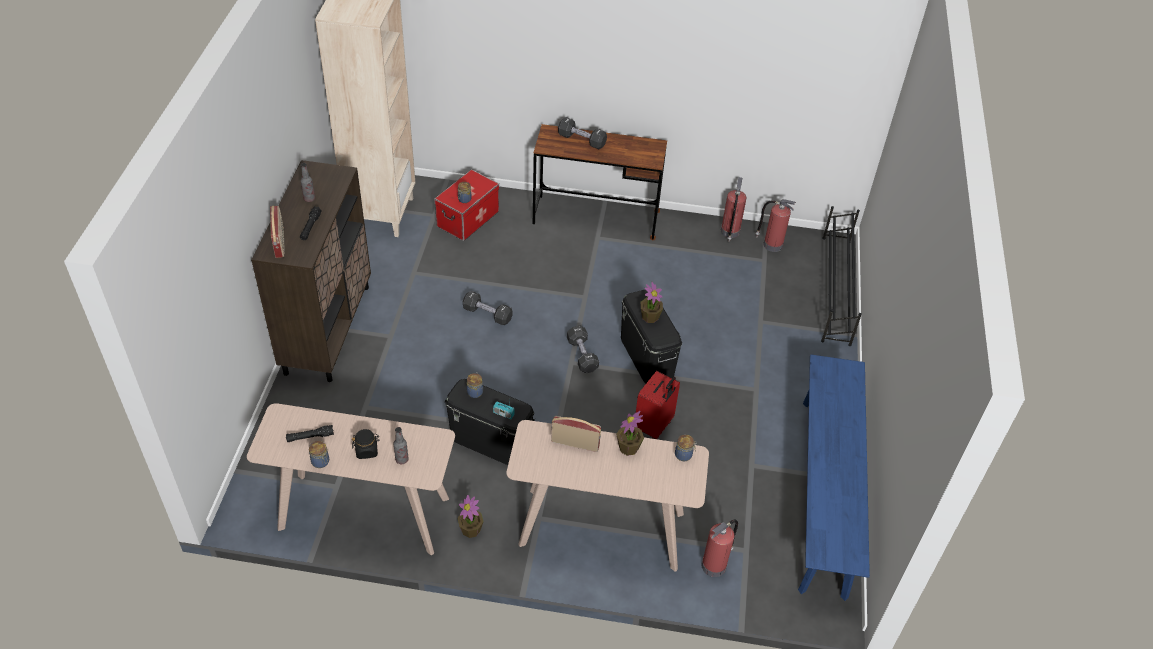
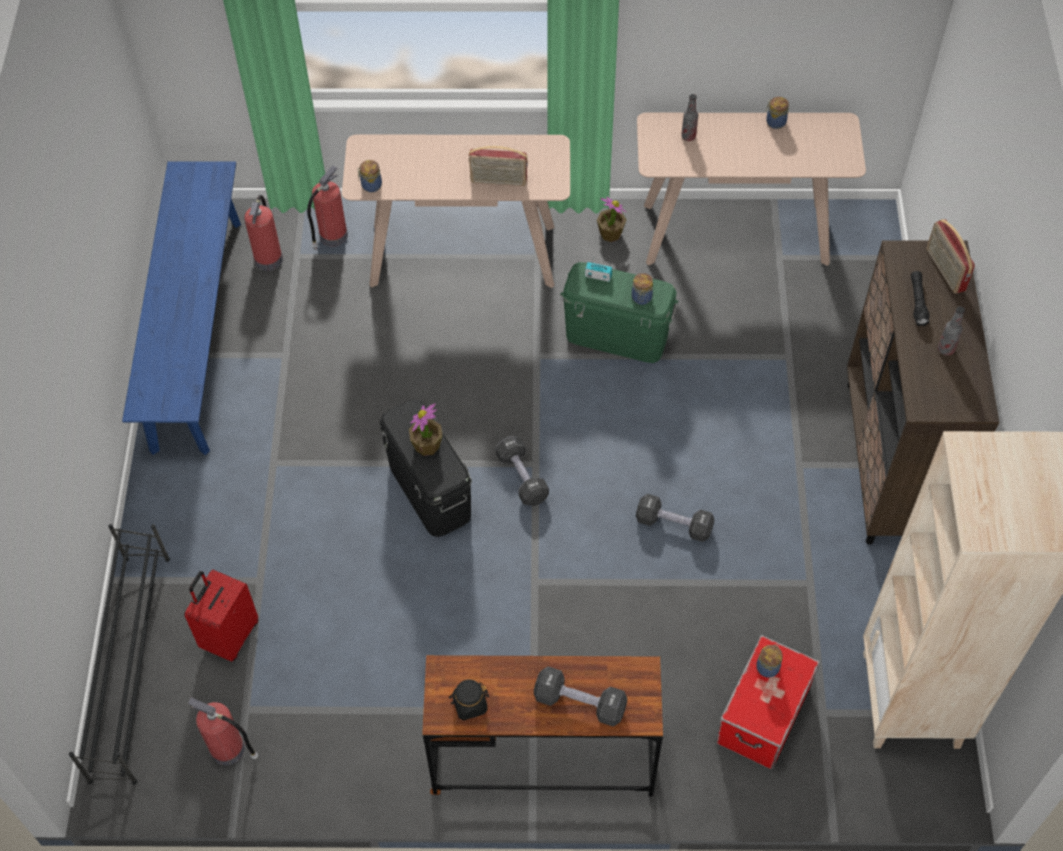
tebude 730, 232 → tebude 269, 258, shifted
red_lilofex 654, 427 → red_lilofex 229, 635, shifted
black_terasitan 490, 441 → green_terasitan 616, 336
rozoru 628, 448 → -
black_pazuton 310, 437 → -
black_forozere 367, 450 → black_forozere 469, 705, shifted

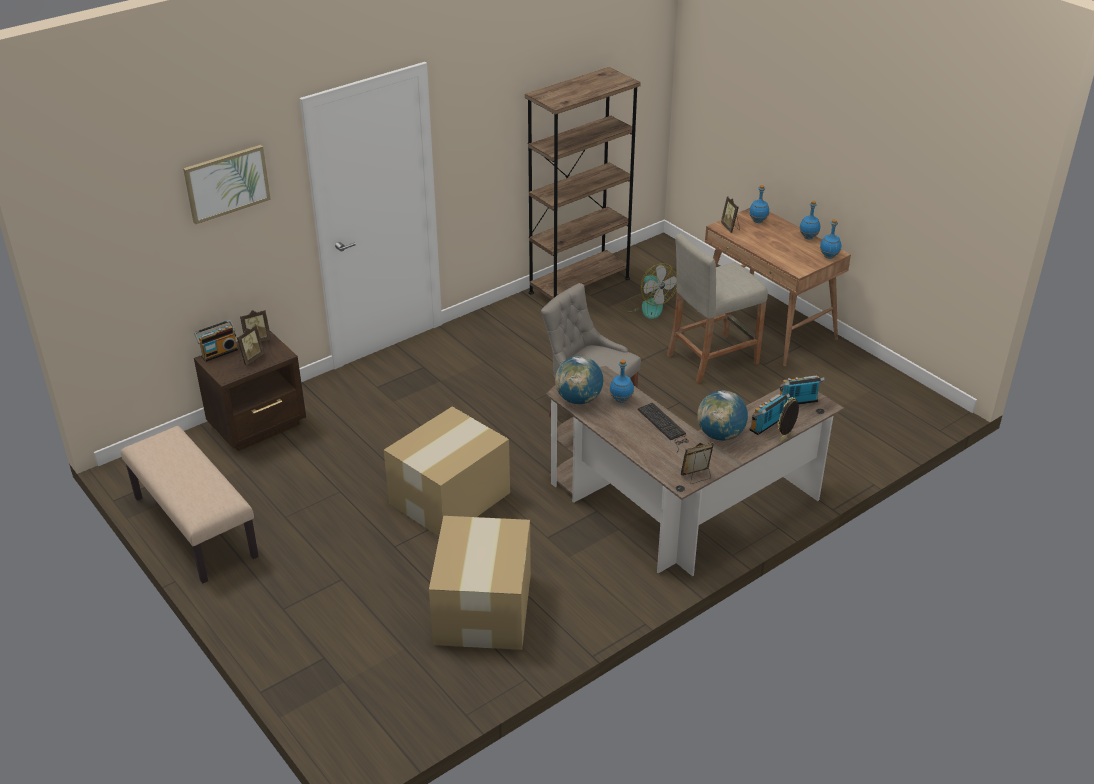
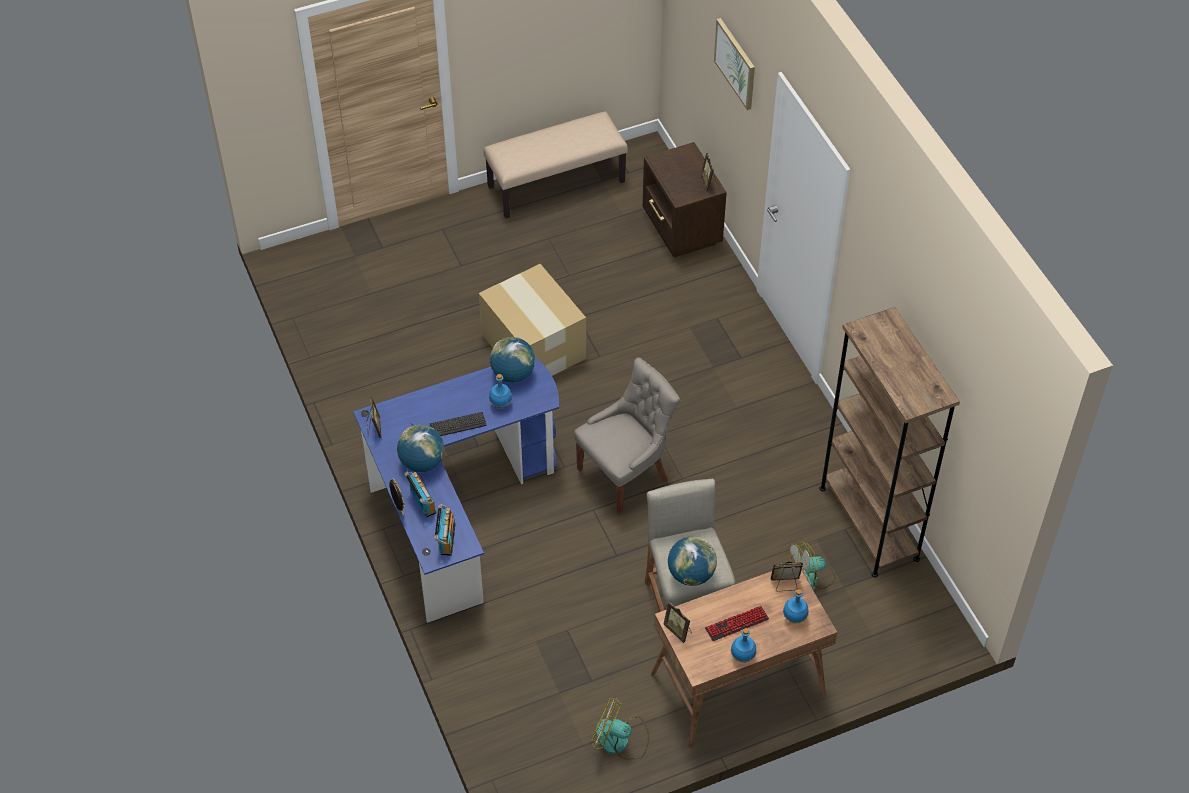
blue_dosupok 829, 256 → -
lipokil 219, 352 → -
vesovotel 250, 358 → vesovotel 678, 630, shifted
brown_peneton 678, 511 → blue_peneton 454, 506
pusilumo 484, 607 → -
- → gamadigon 691, 574
- → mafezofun 736, 624
- → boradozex 620, 740

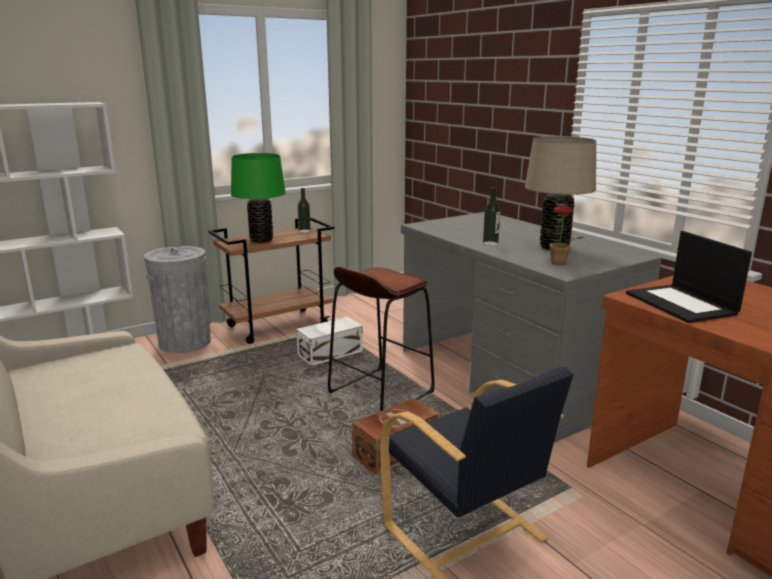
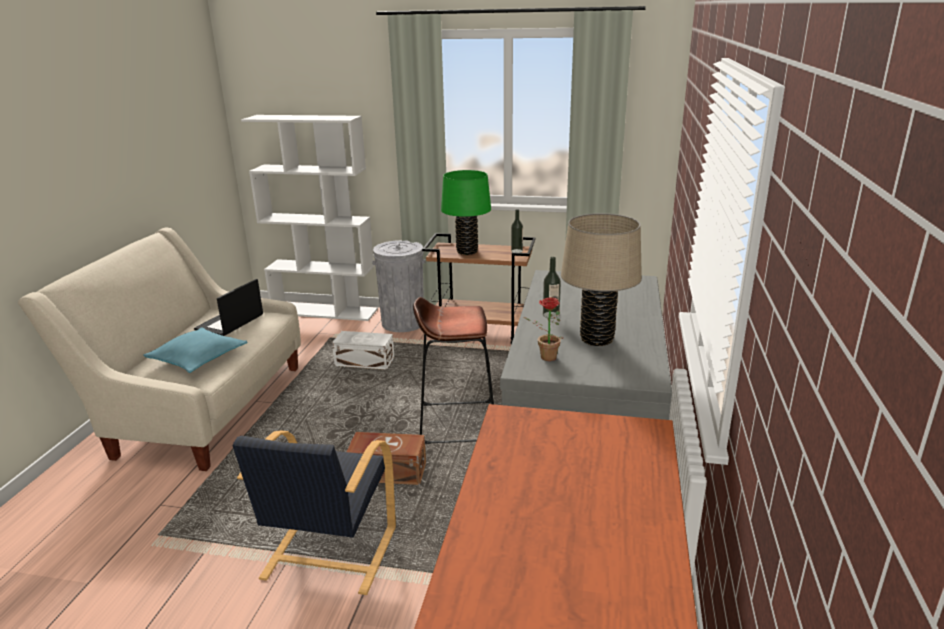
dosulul 682, 304 → dosulul 229, 322, shifted
white_terasitan 329, 354 → white_terasitan 364, 361, shifted
- → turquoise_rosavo 198, 358

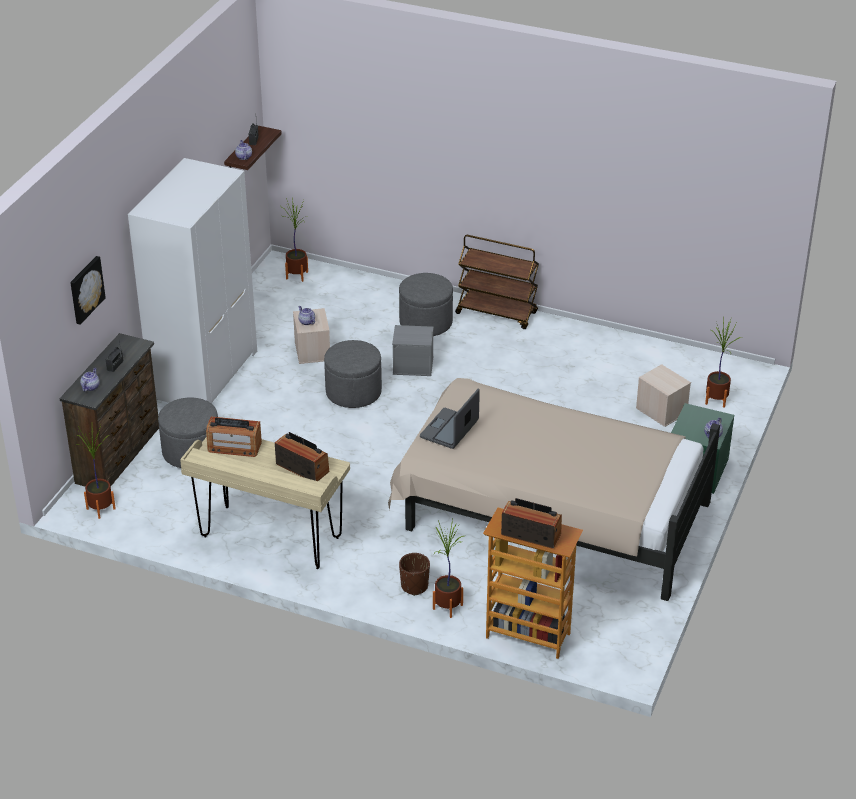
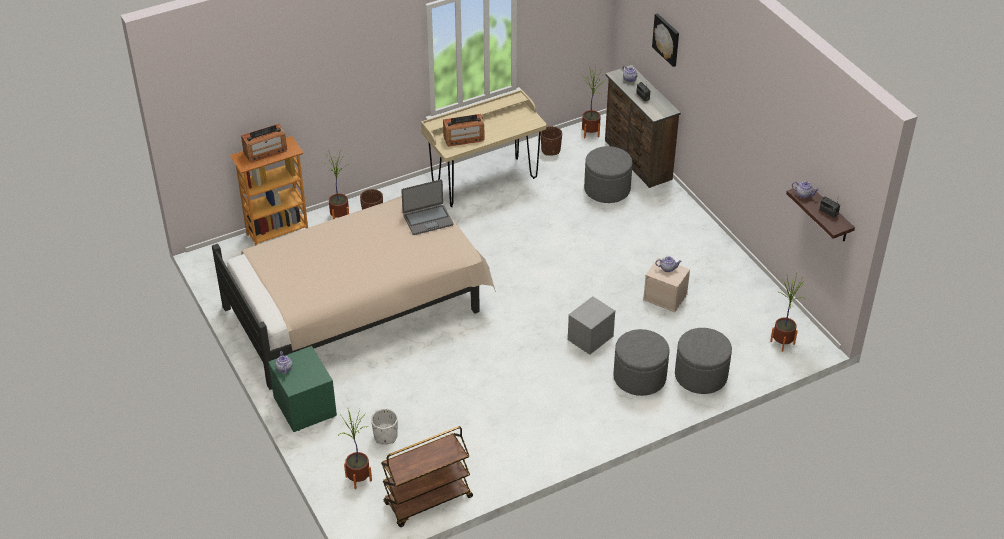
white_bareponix 204, 373 → -
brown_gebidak 497, 313 → brown_gebidak 428, 501, shifted
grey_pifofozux 353, 392 → grey_pifofozux 701, 375, shifted
beige_terasitan 660, 410 → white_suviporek 385, 436
dosulul 450, 429 → dosulul 428, 220, 90 degrees clockwise
lipokil 234, 447 → -
- → brown_suviporek 551, 150

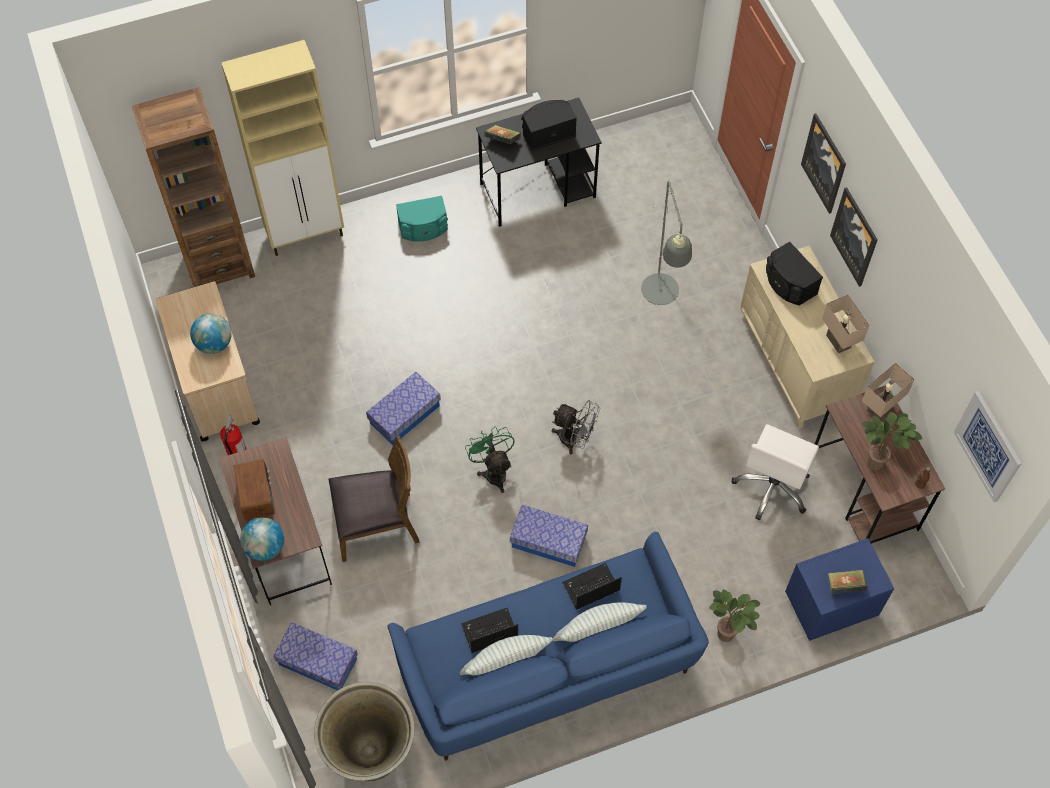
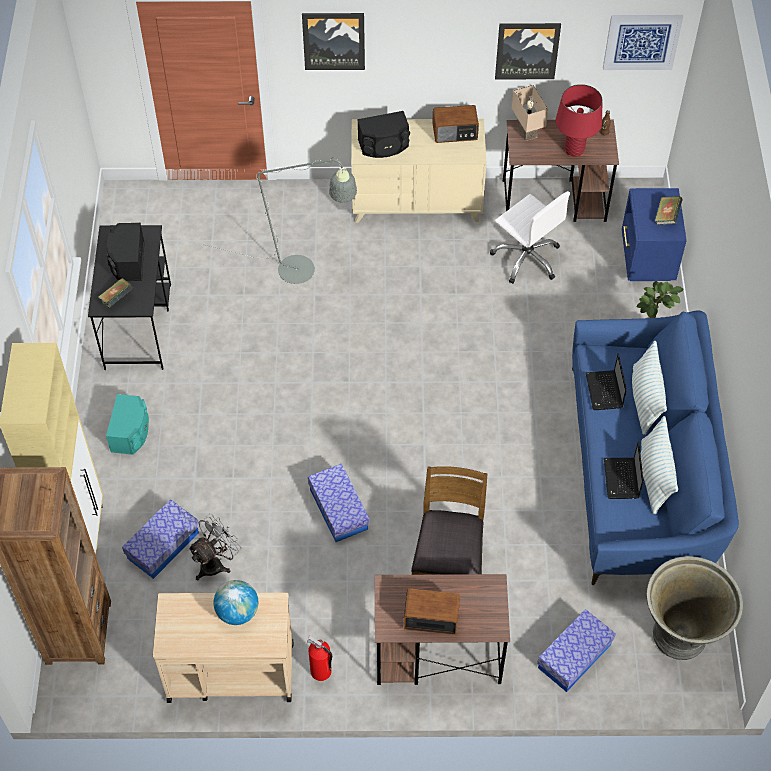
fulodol 855, 236 → fulodol 527, 50, shifted
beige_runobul 839, 341 → lipokil 455, 133
grey_boradozex 574, 440 → grey_boradozex 216, 563, shifted
rozoru 878, 461 → red_runobul 574, 150
green_boradozex 494, 471 → -
terasitan 548, 541 → terasitan 163, 545, shifted
gamadigon 265, 547 → -

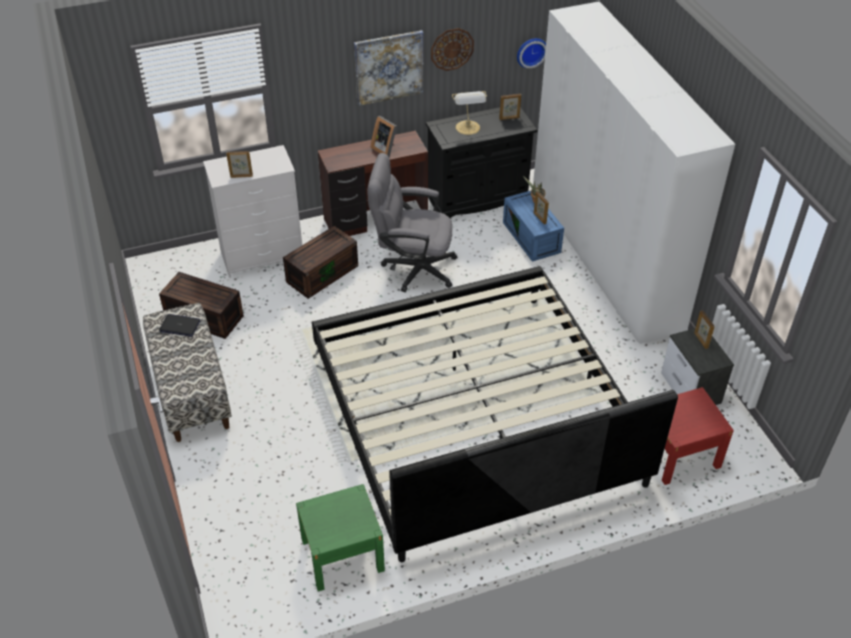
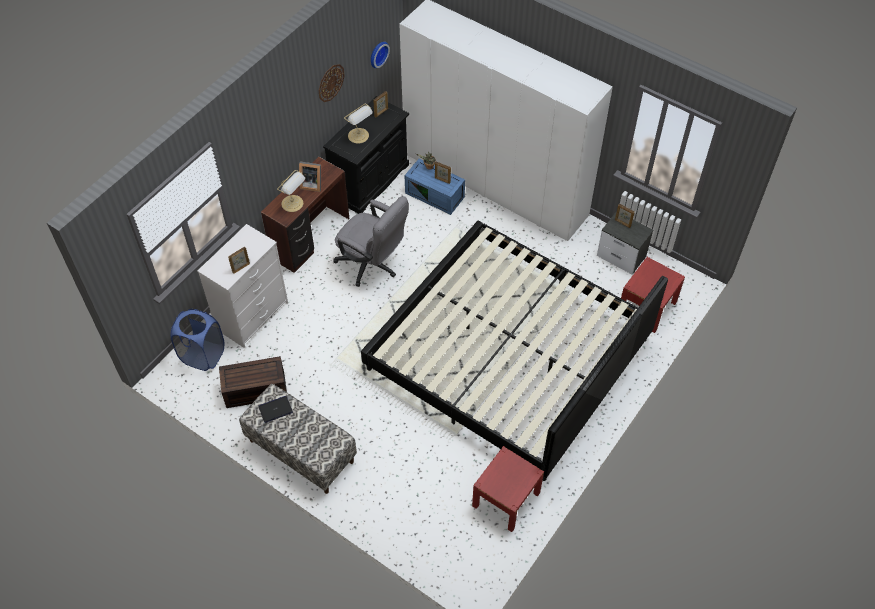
fulodol 389, 67 → -
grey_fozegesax 412, 268 → grey_fozegesax 372, 265, 120 degrees counterclockwise
brown_terasitan 322, 273 → -
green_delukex 342, 555 → red_delukex 506, 499
- → runobul 293, 204
- → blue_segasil 203, 355

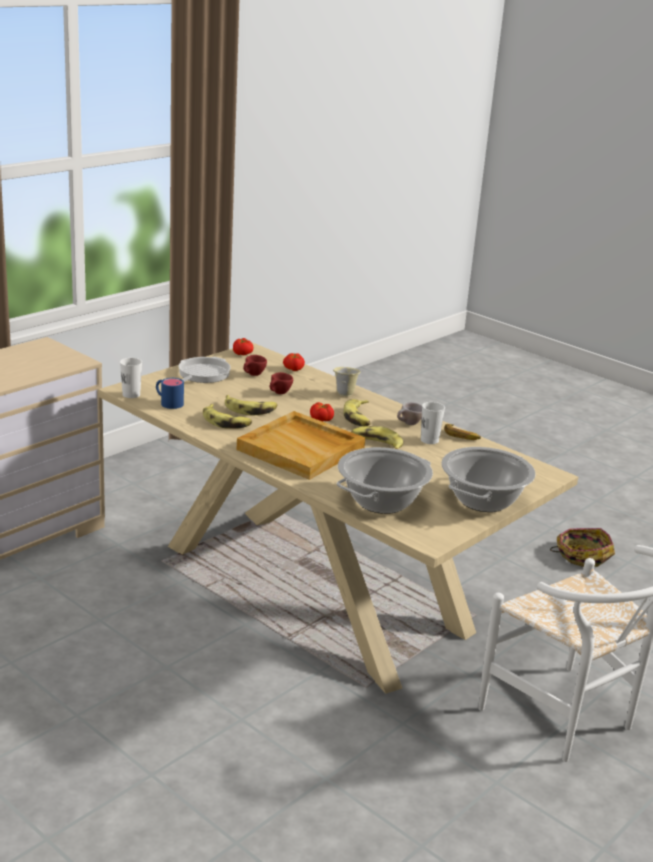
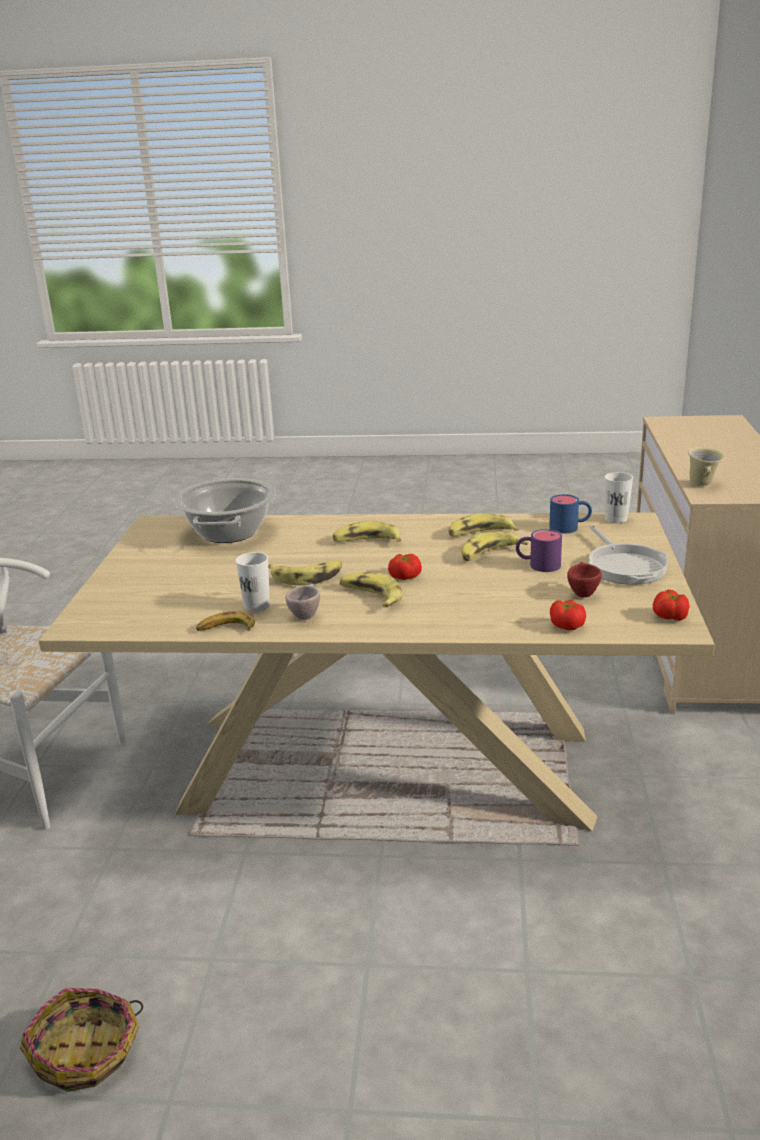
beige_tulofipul 345, 394 → beige_tulofipul 702, 485, shifted
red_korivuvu 279, 394 → -
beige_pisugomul 302, 449 → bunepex 367, 542
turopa 483, 500 → -
- → purple_tulofipul 537, 565

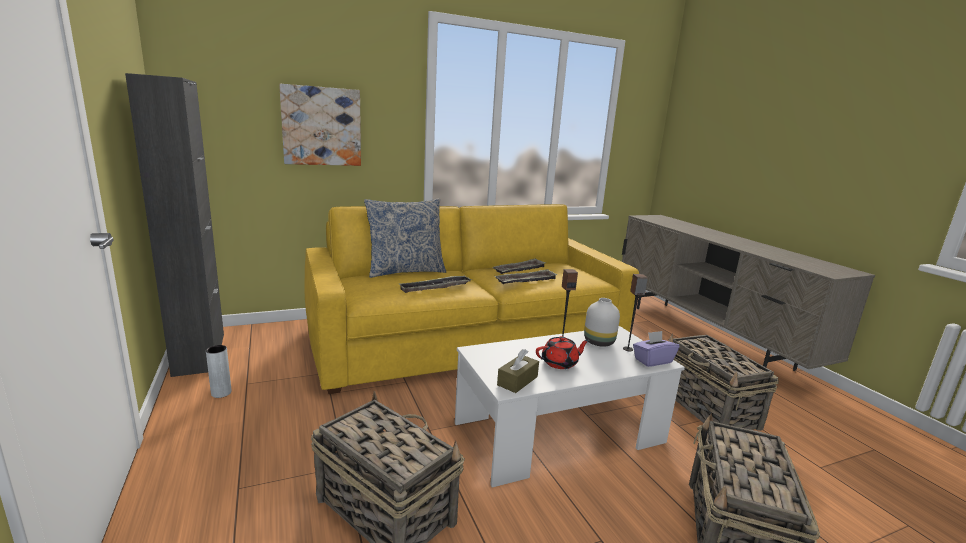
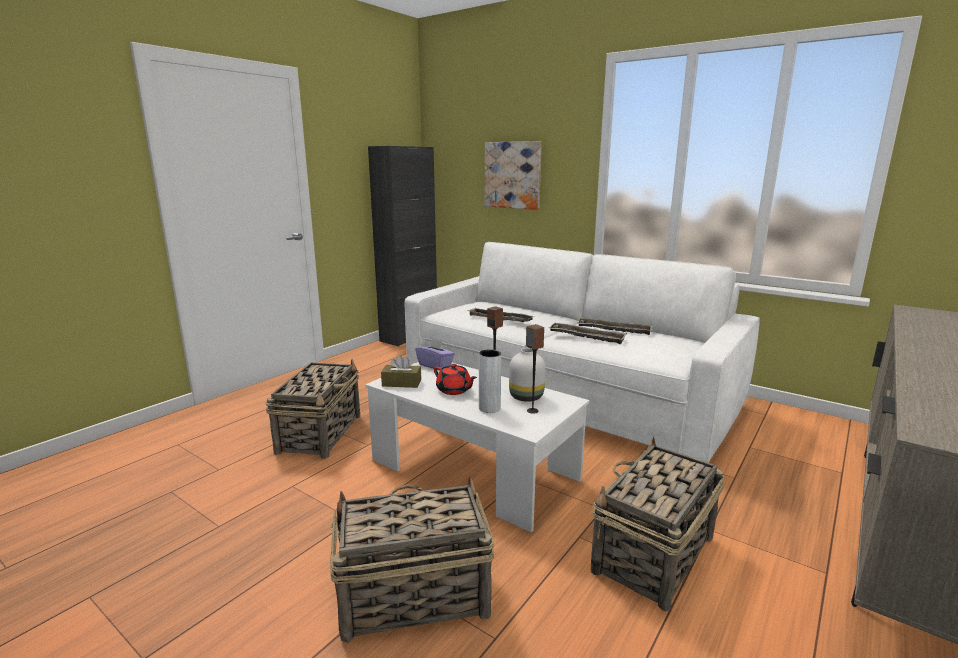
rosavo 405, 271 → -
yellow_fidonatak 467, 339 → white_fidonatak 566, 391
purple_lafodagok 652, 360 → purple_lafodagok 435, 365, shifted
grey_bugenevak 221, 393 → grey_bugenevak 489, 408, shifted

